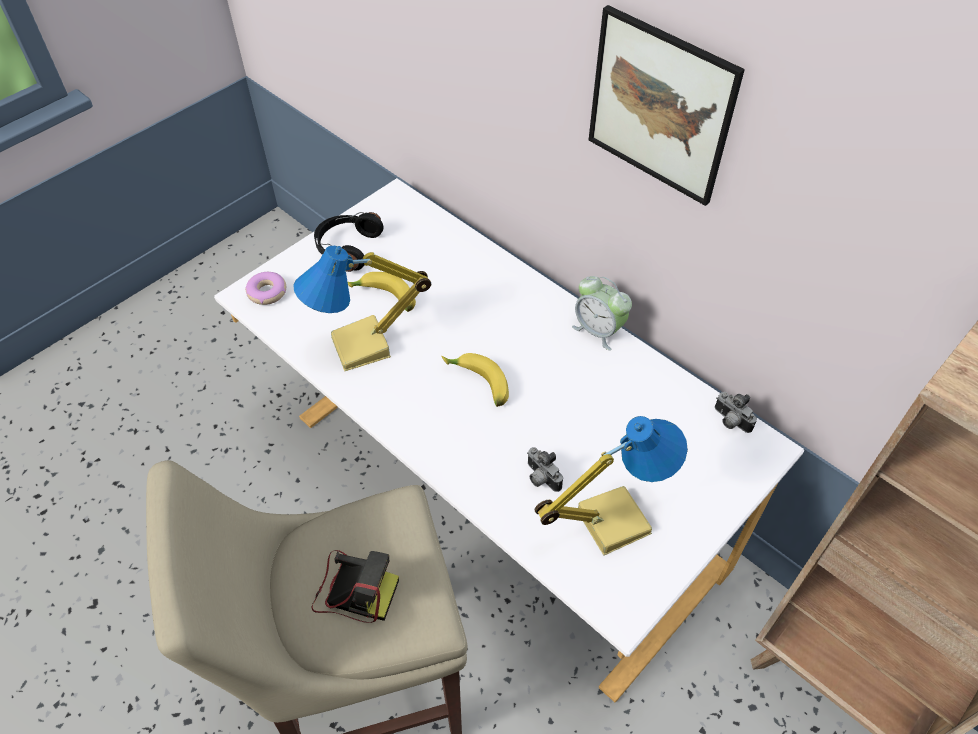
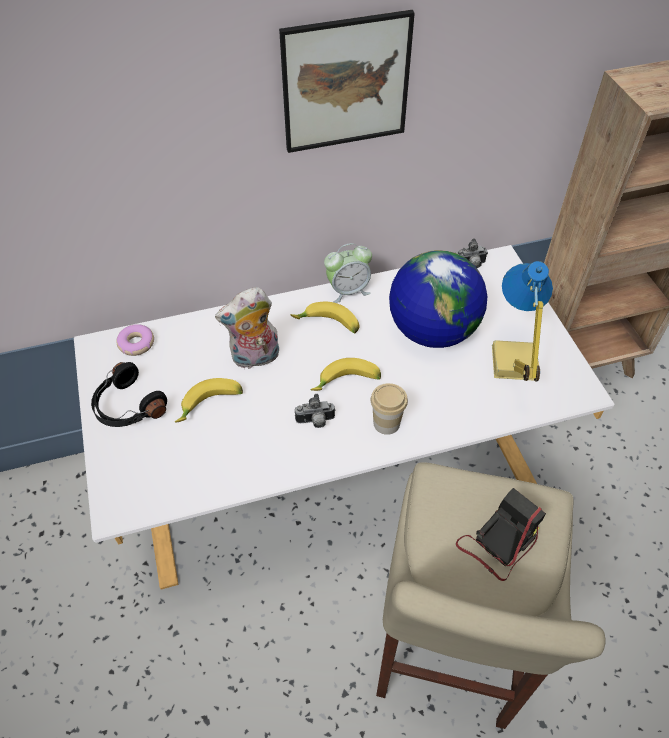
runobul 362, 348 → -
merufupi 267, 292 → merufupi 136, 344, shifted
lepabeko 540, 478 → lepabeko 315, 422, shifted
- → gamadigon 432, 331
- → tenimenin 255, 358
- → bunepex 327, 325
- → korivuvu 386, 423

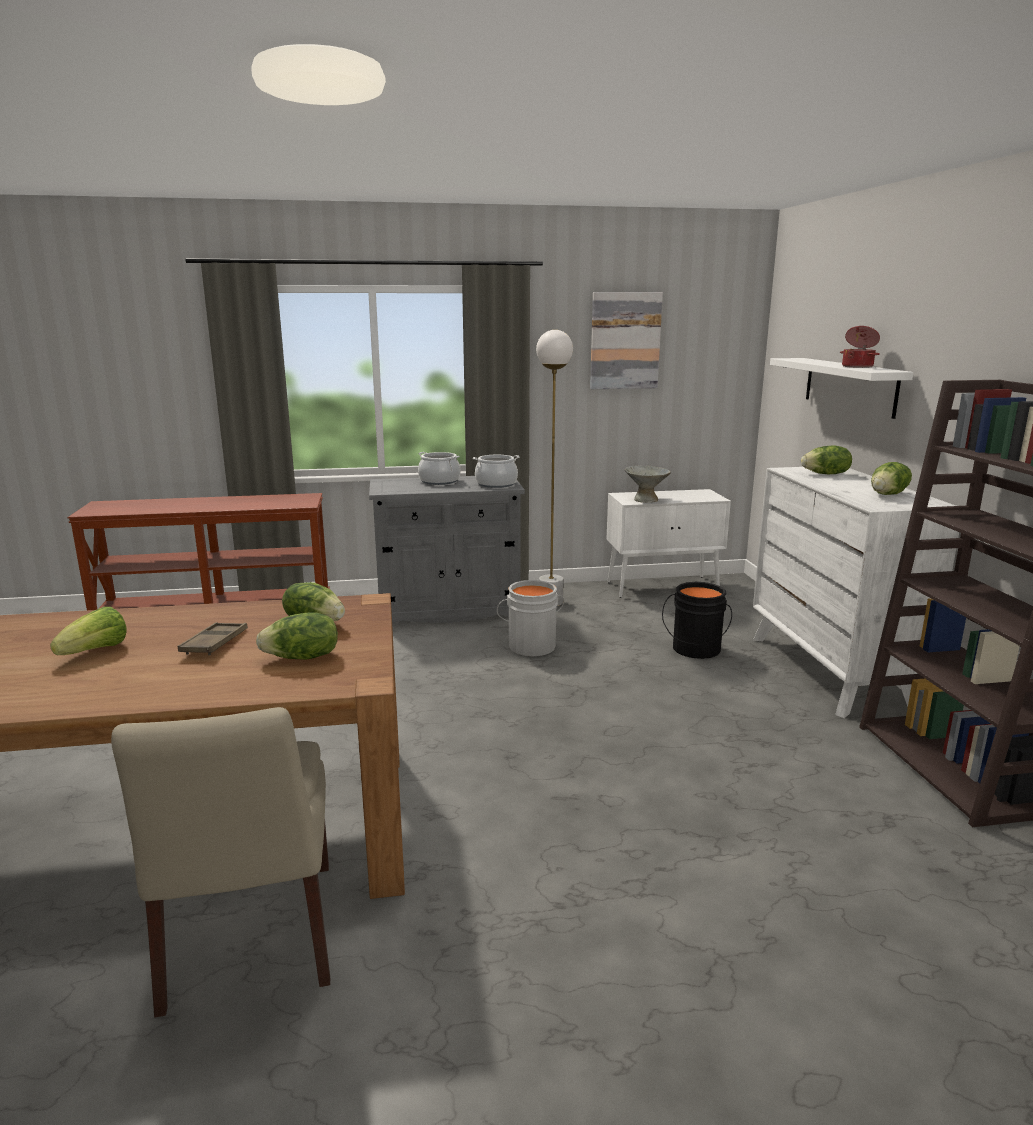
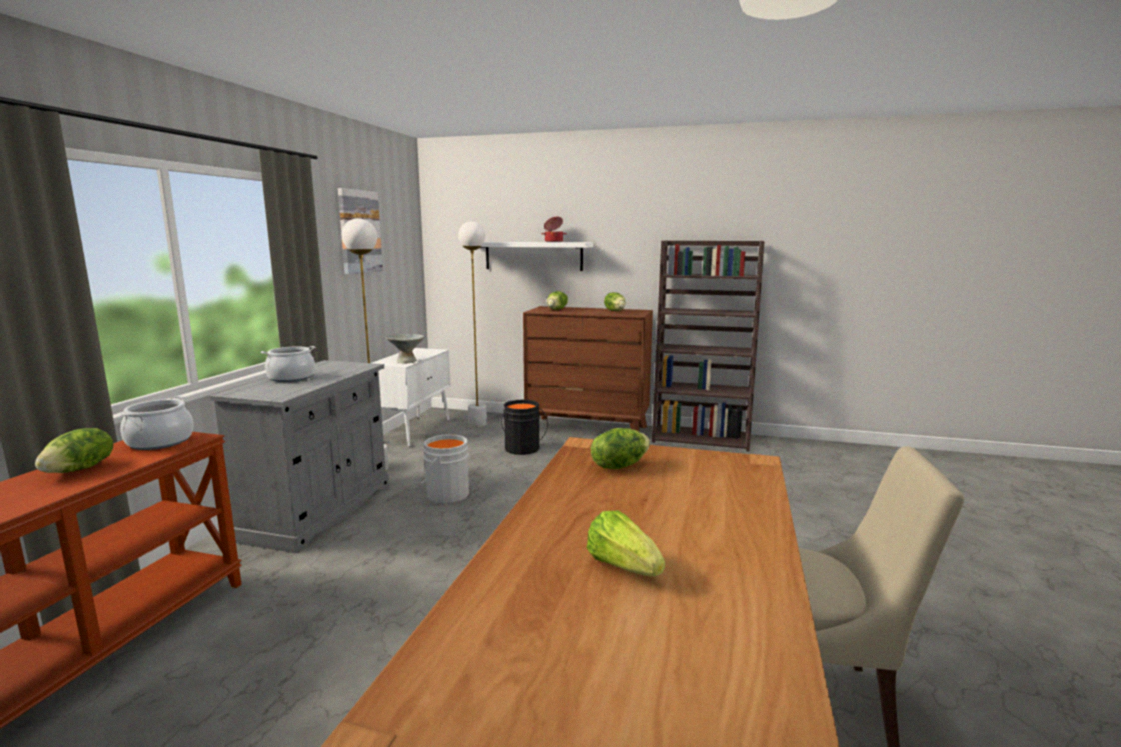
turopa 496, 484 → turopa 160, 442, shifted
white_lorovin 829, 671 → brown_lorovin 587, 429
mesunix 302, 657 → mesunix 80, 469, shifted
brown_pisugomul 214, 643 → -
- → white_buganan 477, 424

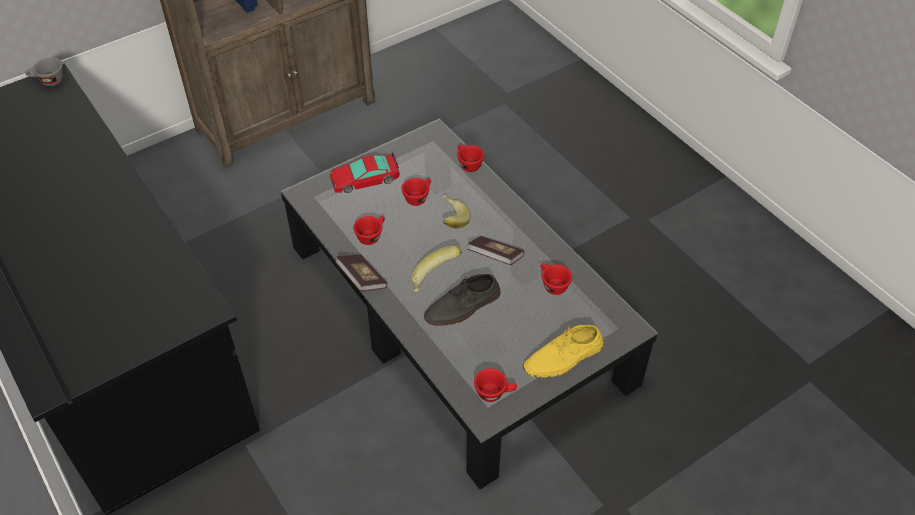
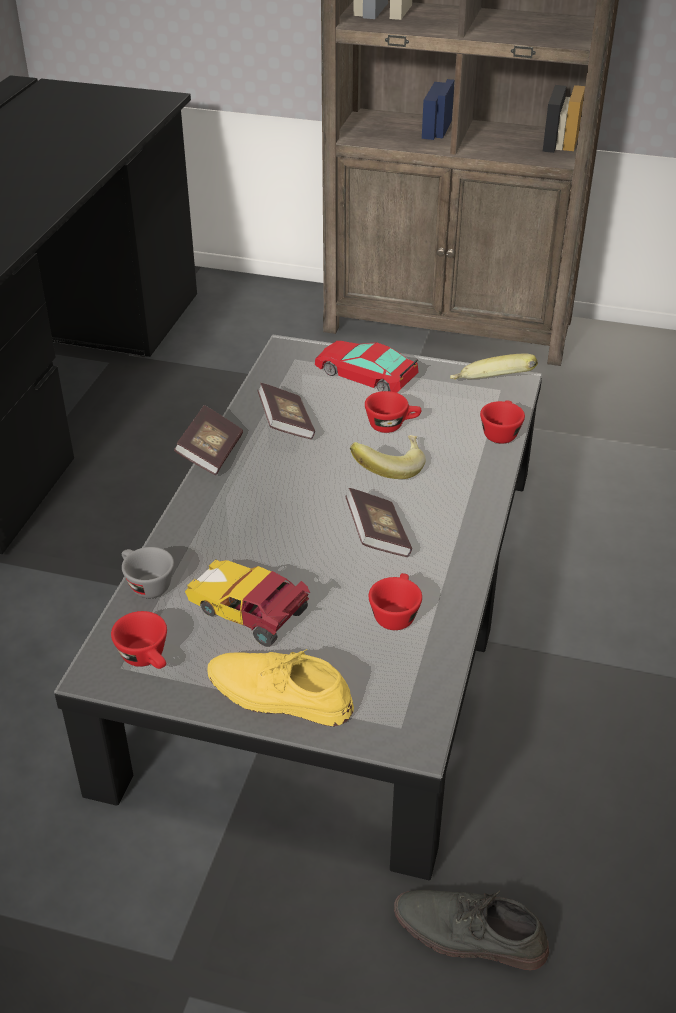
grey_korivuvu 48, 81 → grey_korivuvu 145, 584, shifted
red_korivuvu 371, 235 → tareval 286, 424
bunepex 435, 279 → bunepex 491, 388, shifted
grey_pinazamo 463, 306 → grey_pinazamo 469, 934, shifted
- → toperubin 251, 612

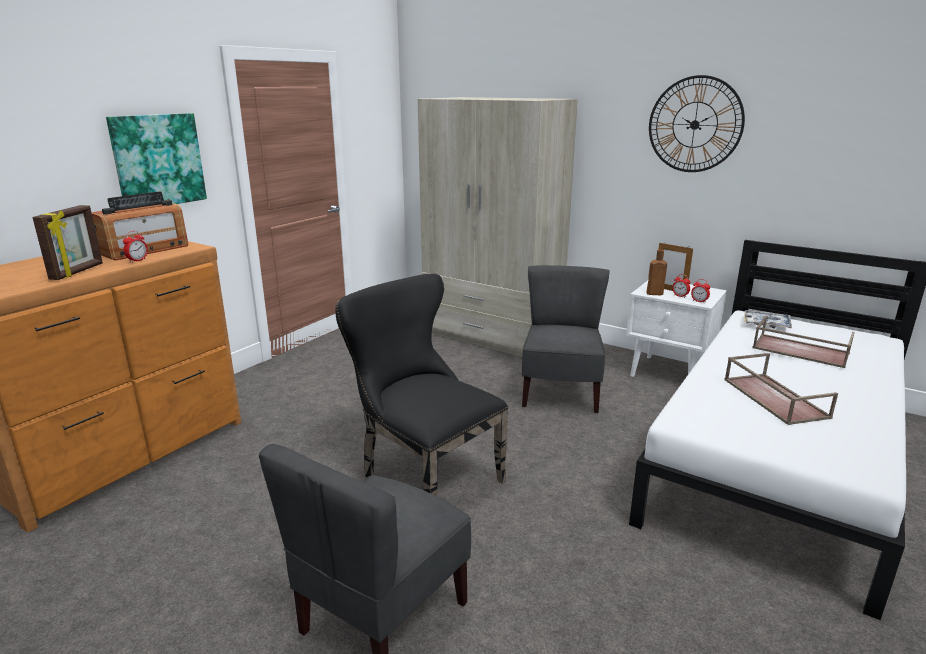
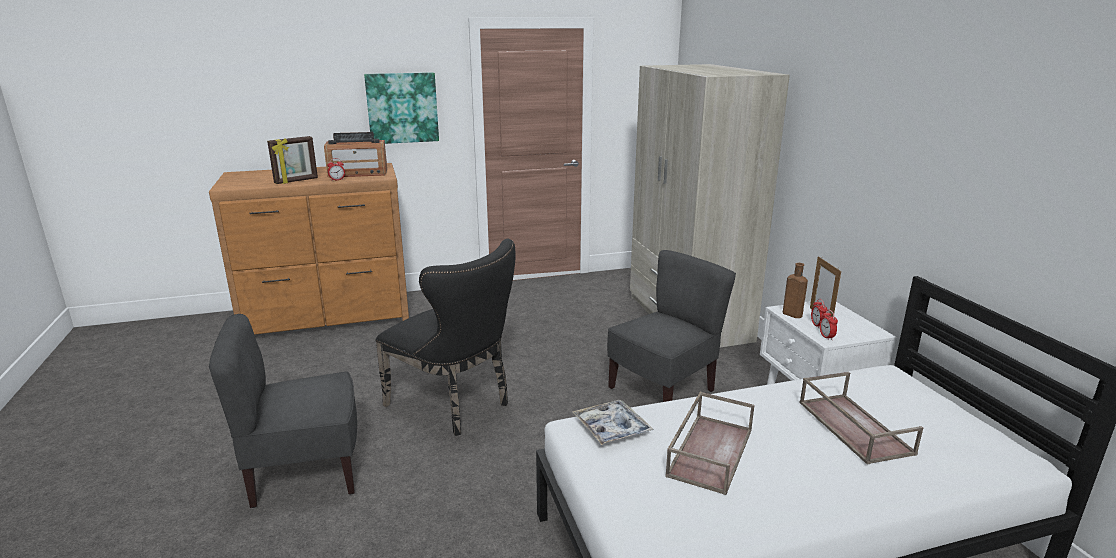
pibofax 694, 124 → -
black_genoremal 423, 477 → black_genoremal 455, 405, 135 degrees clockwise
pisugomul 766, 324 → pisugomul 611, 428, shifted

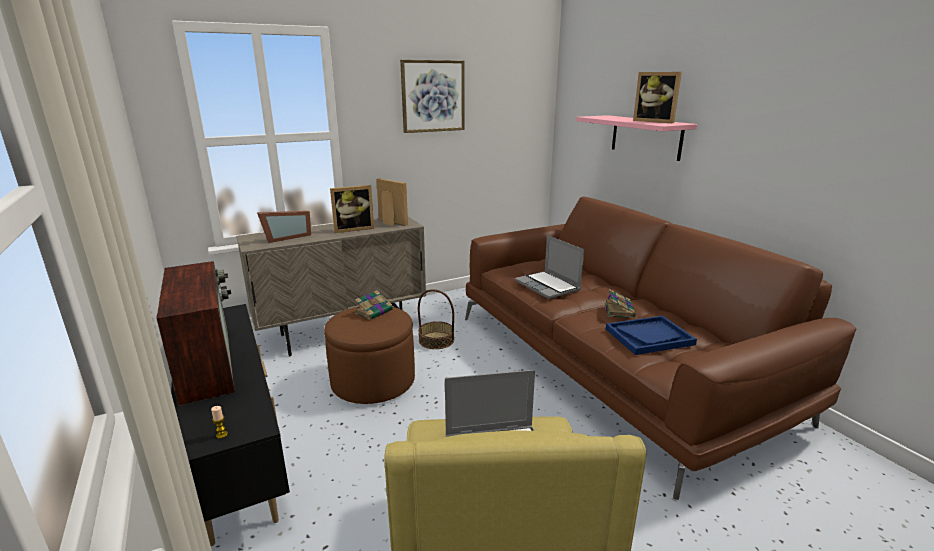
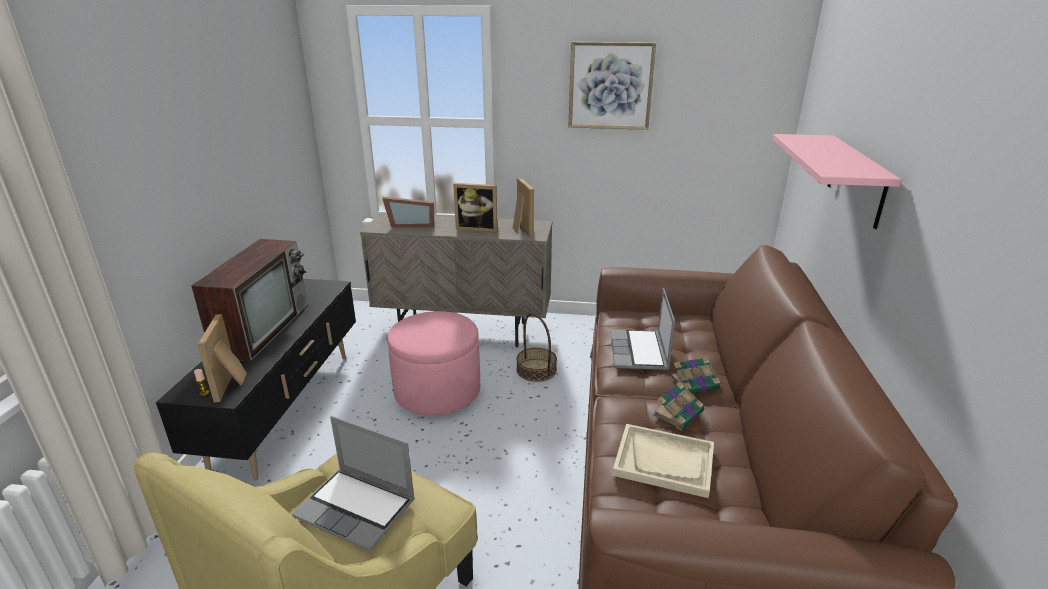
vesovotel 655, 121 → vesovotel 232, 384, shifted
tareval 374, 311 → tareval 695, 384, shifted
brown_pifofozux 373, 381 → pink_pifofozux 437, 391
blue_pisugomul 649, 337 → beige_pisugomul 664, 461

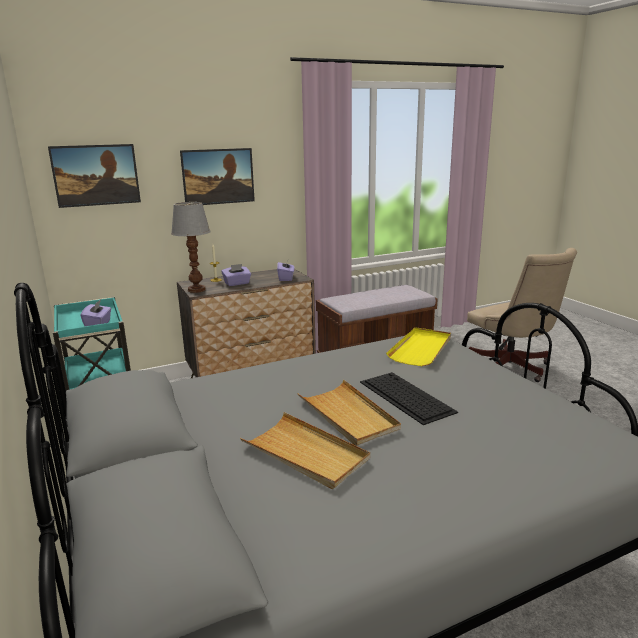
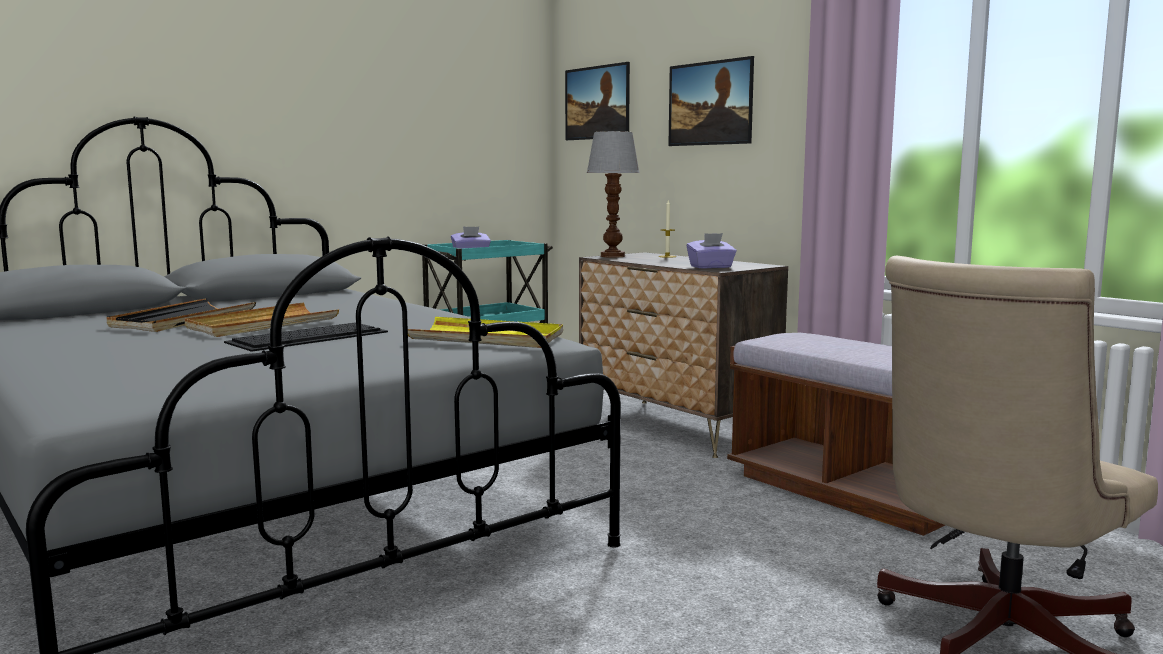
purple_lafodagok 237, 283 → -
beige_pisugomul 305, 453 → black_pisugomul 183, 320

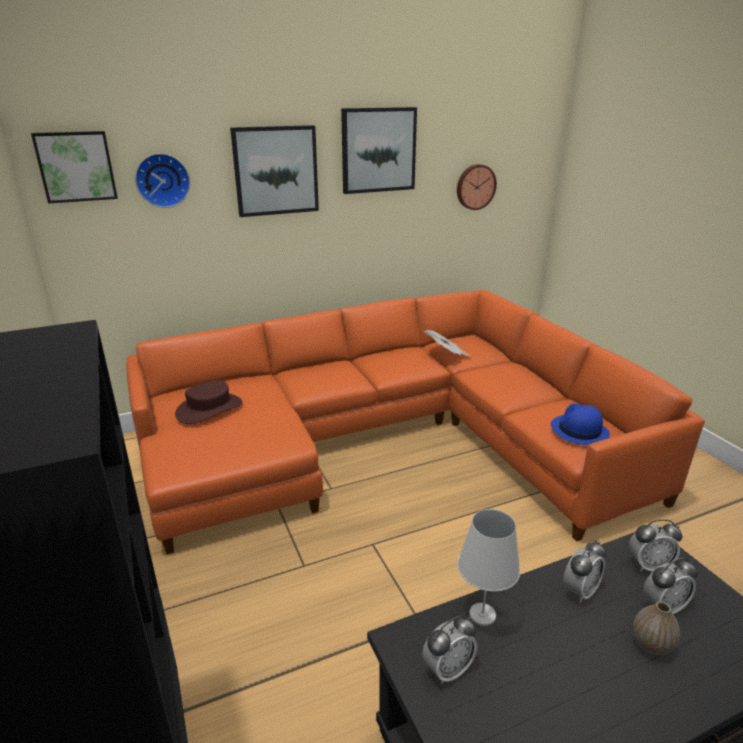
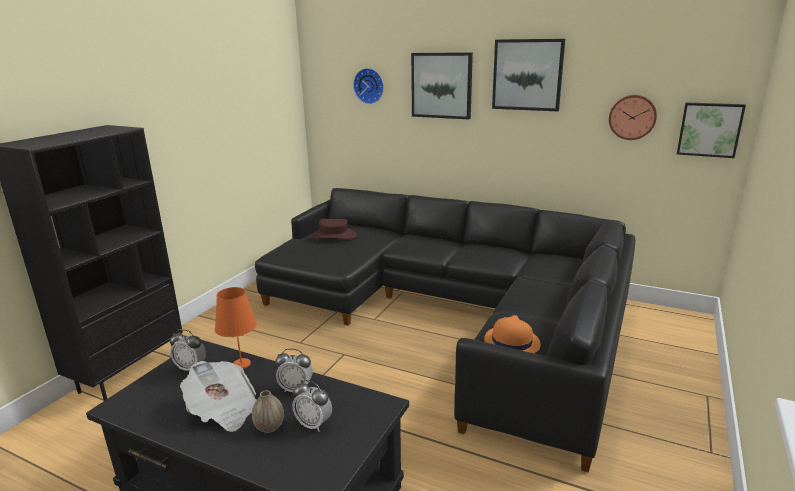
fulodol 76, 166 → fulodol 709, 129, shifted
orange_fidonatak 388, 440 → black_fidonatak 453, 314
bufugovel 446, 354 → bufugovel 223, 410, shifted
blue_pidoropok 579, 430 → orange_pidoropok 511, 342
white_runobul 482, 614 → orange_runobul 241, 364
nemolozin 648, 565 → -

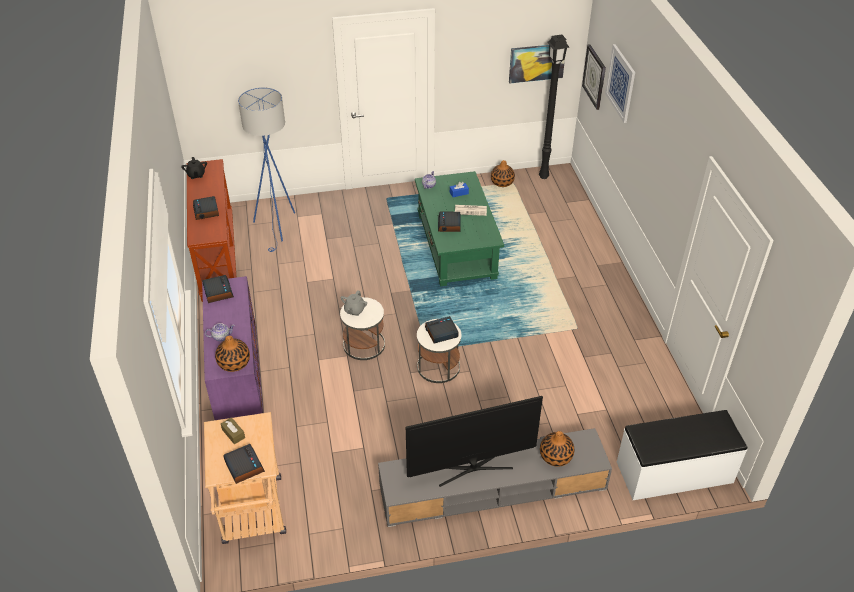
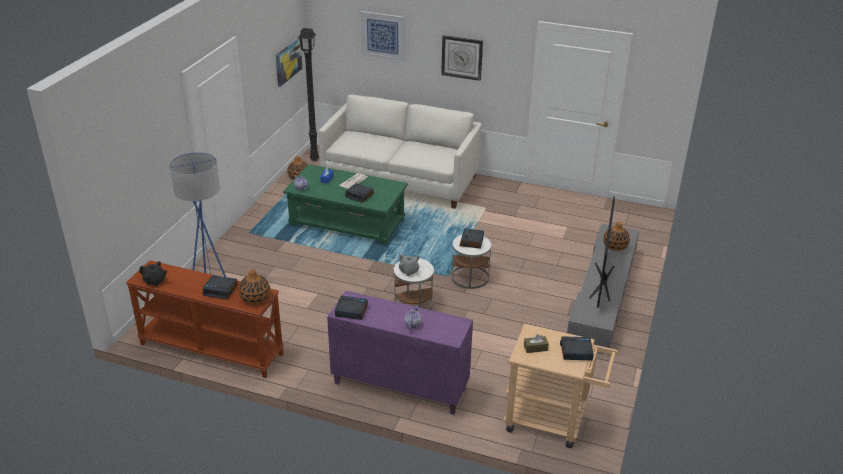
pibofax 594, 76 → pibofax 462, 57, shifted
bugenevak 234, 363 → bugenevak 255, 298, shifted
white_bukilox 674, 473 → -
- → white_fidonatak 400, 180

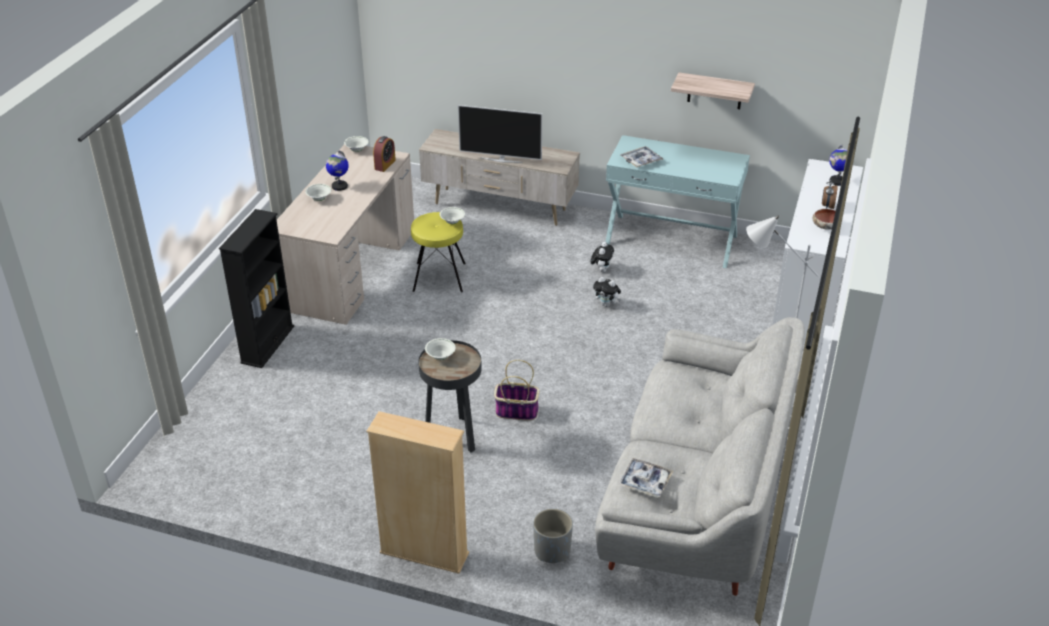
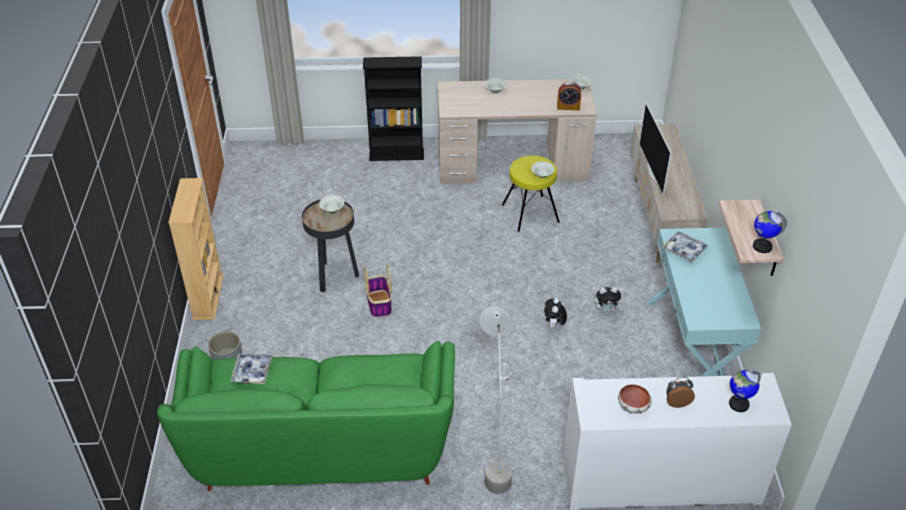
gamadigon 339, 186 → gamadigon 762, 246, shifted
grey_fidonatak 695, 494 → green_fidonatak 320, 440

